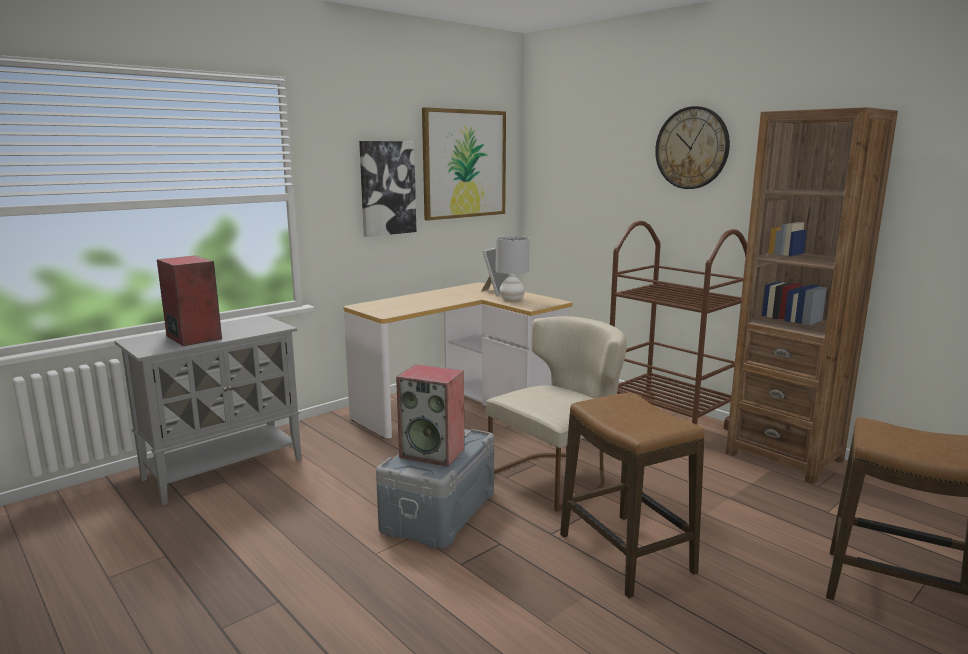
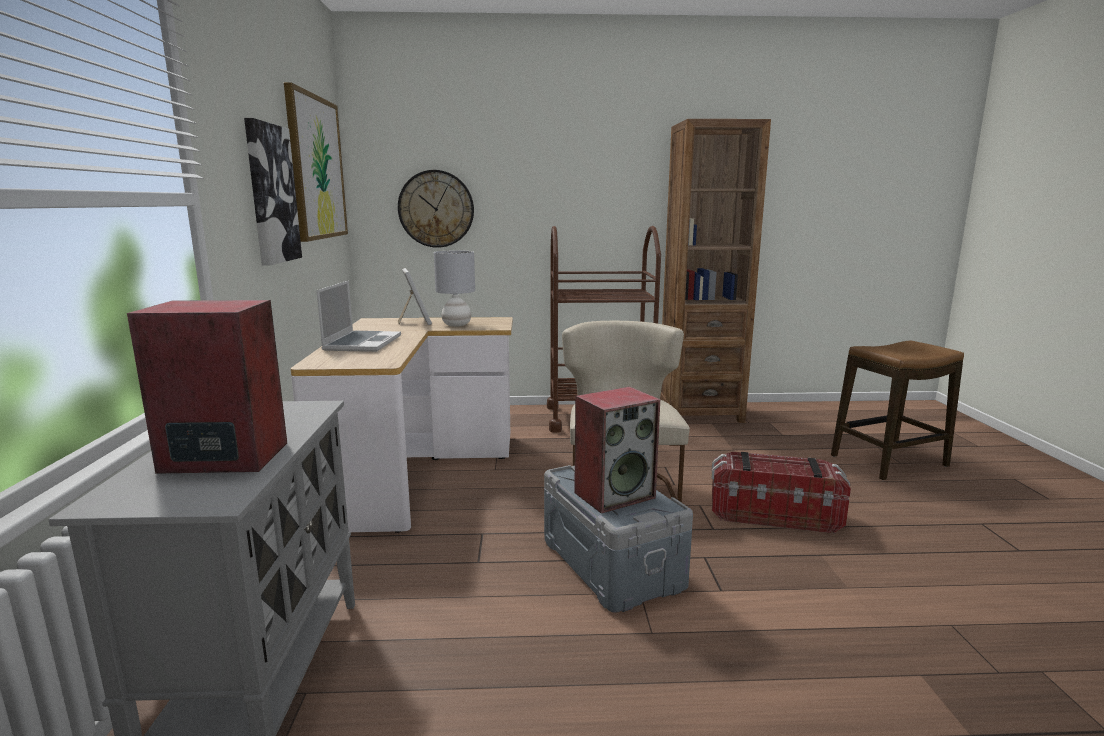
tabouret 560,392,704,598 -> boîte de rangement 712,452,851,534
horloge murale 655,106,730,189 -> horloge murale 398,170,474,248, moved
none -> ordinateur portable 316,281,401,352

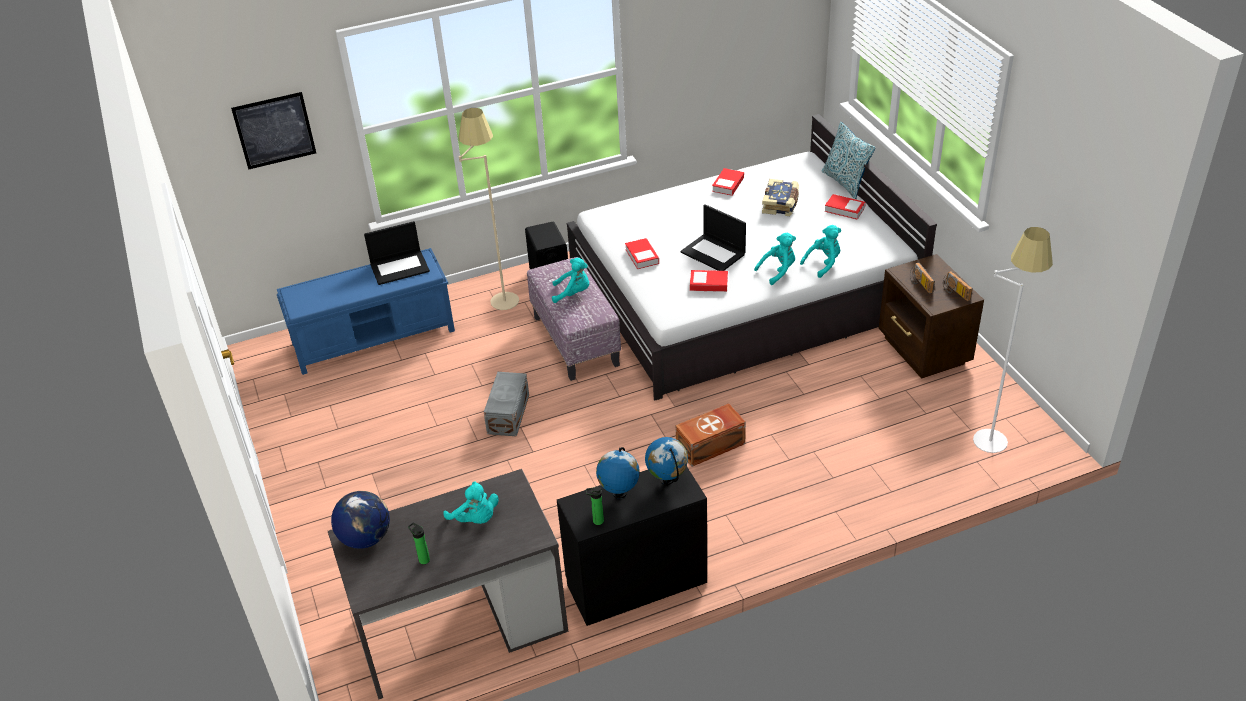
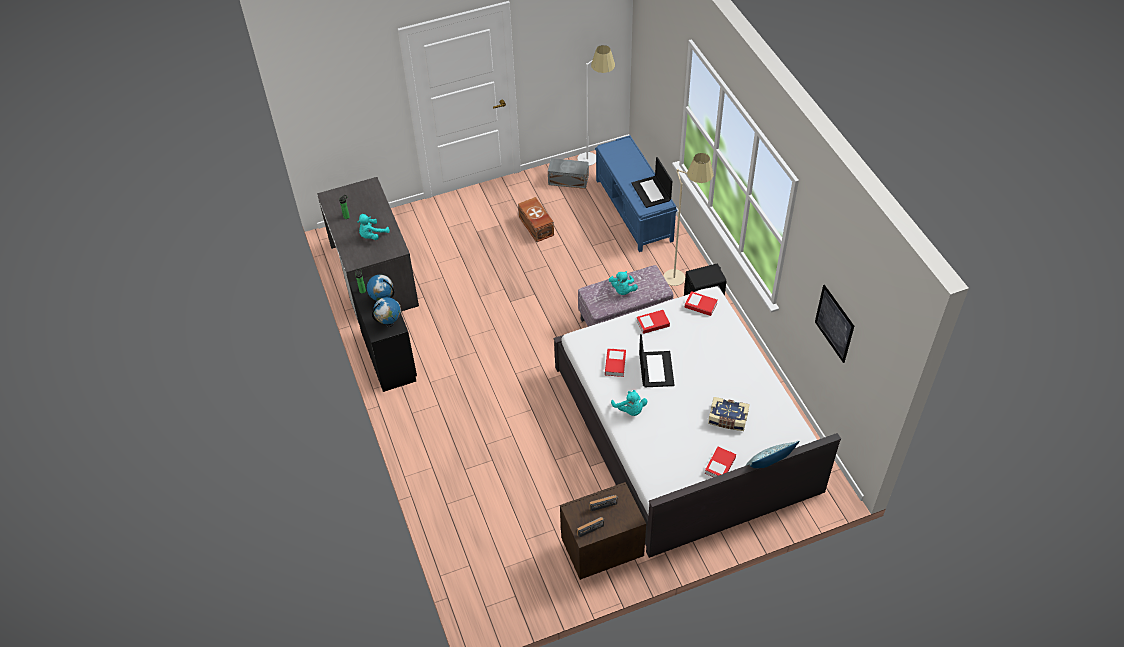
tableau 231,92,316,170 -> tableau 815,285,854,363, moved
globe 331,491,390,549 -> none
boîte de rangement [gris] 484,372,529,437 -> boîte de rangement [gris] 548,158,589,189, moved
boîte de rangement [marron] 676,403,746,467 -> boîte de rangement [marron] 518,197,554,242, moved
ordinateur portable 681,204,746,271 -> ordinateur portable 639,334,674,387, 135 degrees clockwise
livre 712,168,744,196 -> livre 685,291,717,316, moved
peluche [turquoise] 800,225,841,278 -> none
lampadaire [blanc] 973,227,1053,453 -> lampadaire [blanc] 577,45,615,166, moved

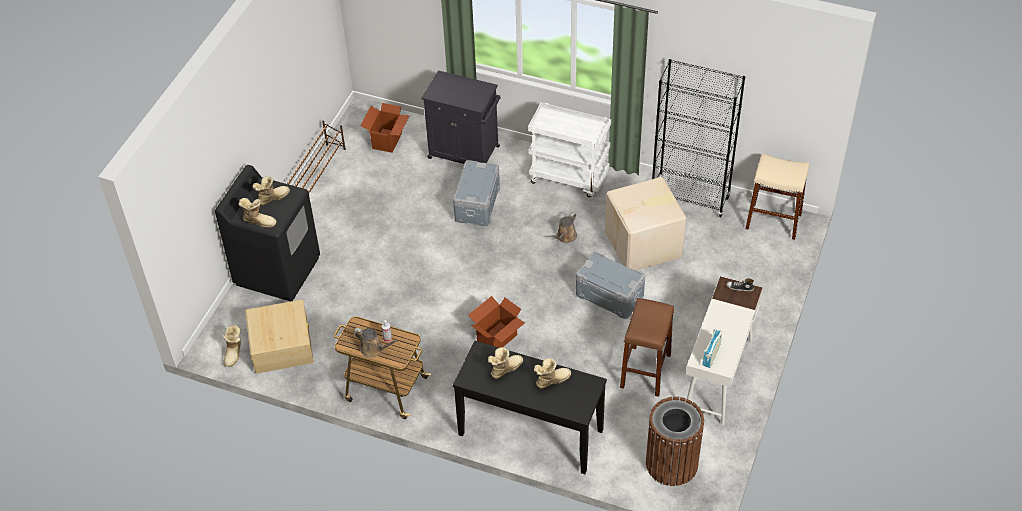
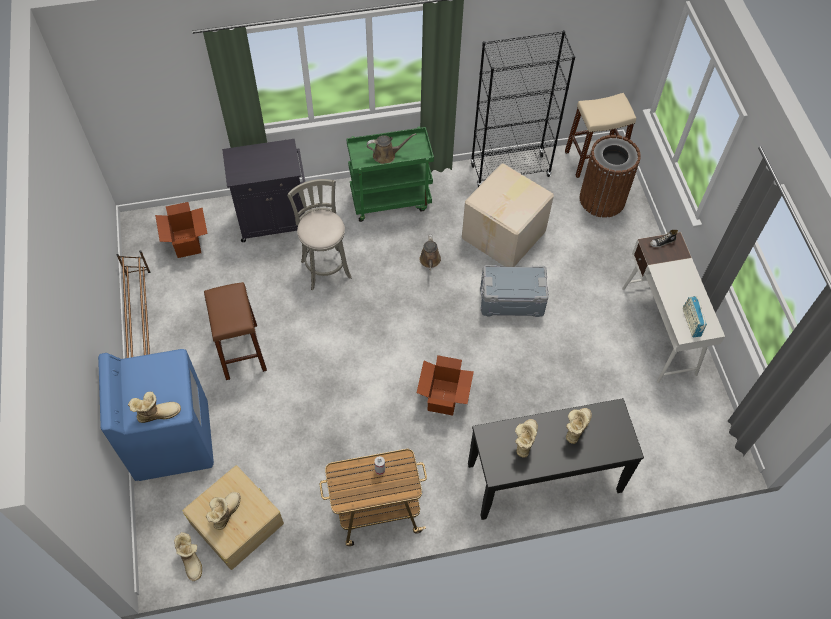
lave-linge [noir] 215,165,320,301 -> lave-linge [bleu] 98,349,214,481
botte 252,176,290,205 -> botte 206,492,241,530, moved
arrosoir [marron] 353,328,399,358 -> arrosoir [marron] 367,133,416,164, moved
boîte de rangement [gris] 453,160,500,226 -> tabouret [gris] 287,179,352,290
chariot [blanc] 528,102,611,198 -> chariot [vert] 346,127,434,222
tabouret [marron] 620,298,674,397 -> tabouret [marron] 204,282,267,380, moved
poubelle [marron] 646,397,704,486 -> poubelle [marron] 579,135,641,218, moved

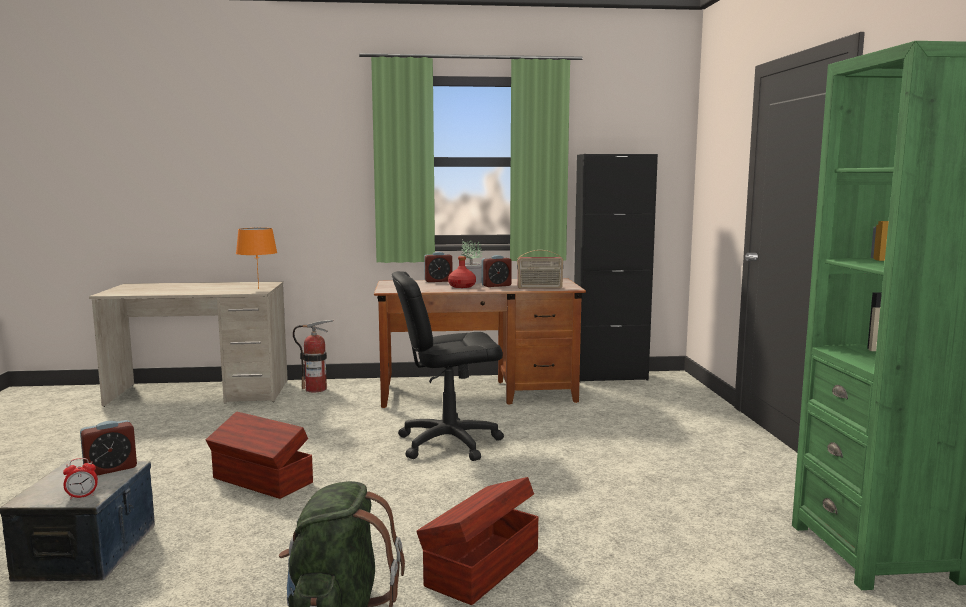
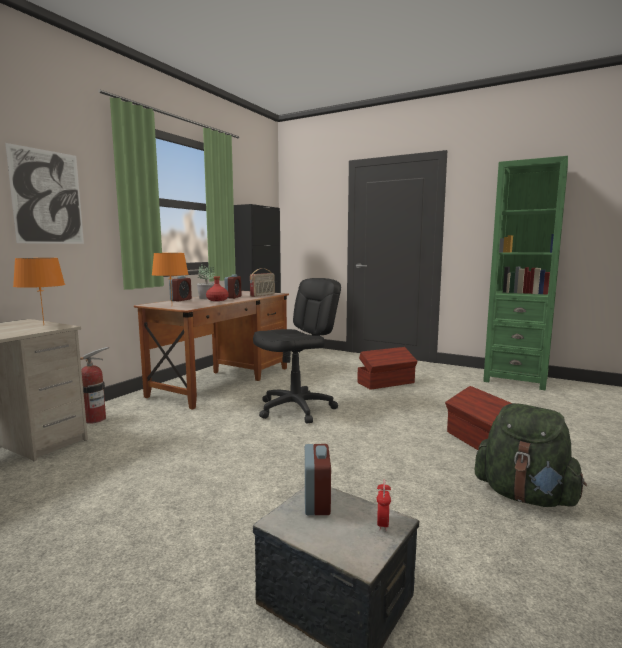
boîte de rangement [marron] 206,411,313,499 -> boîte de rangement [marron] 357,347,418,390, moved
chaise de bureau [noir] 392,271,504,461 -> chaise de bureau [noir] 253,278,341,424, 150 degrees counterclockwise
none -> tableau 5,143,84,244
none -> lampe de table [orange] 152,253,189,300

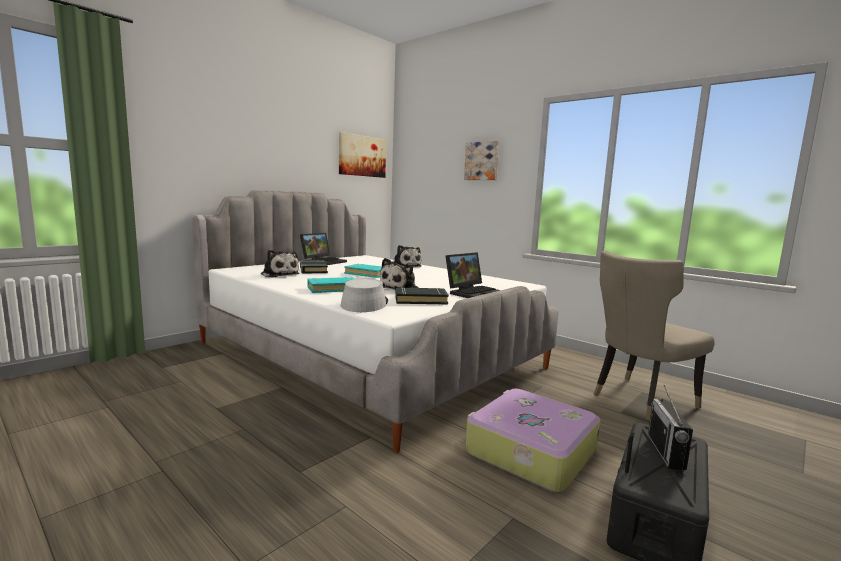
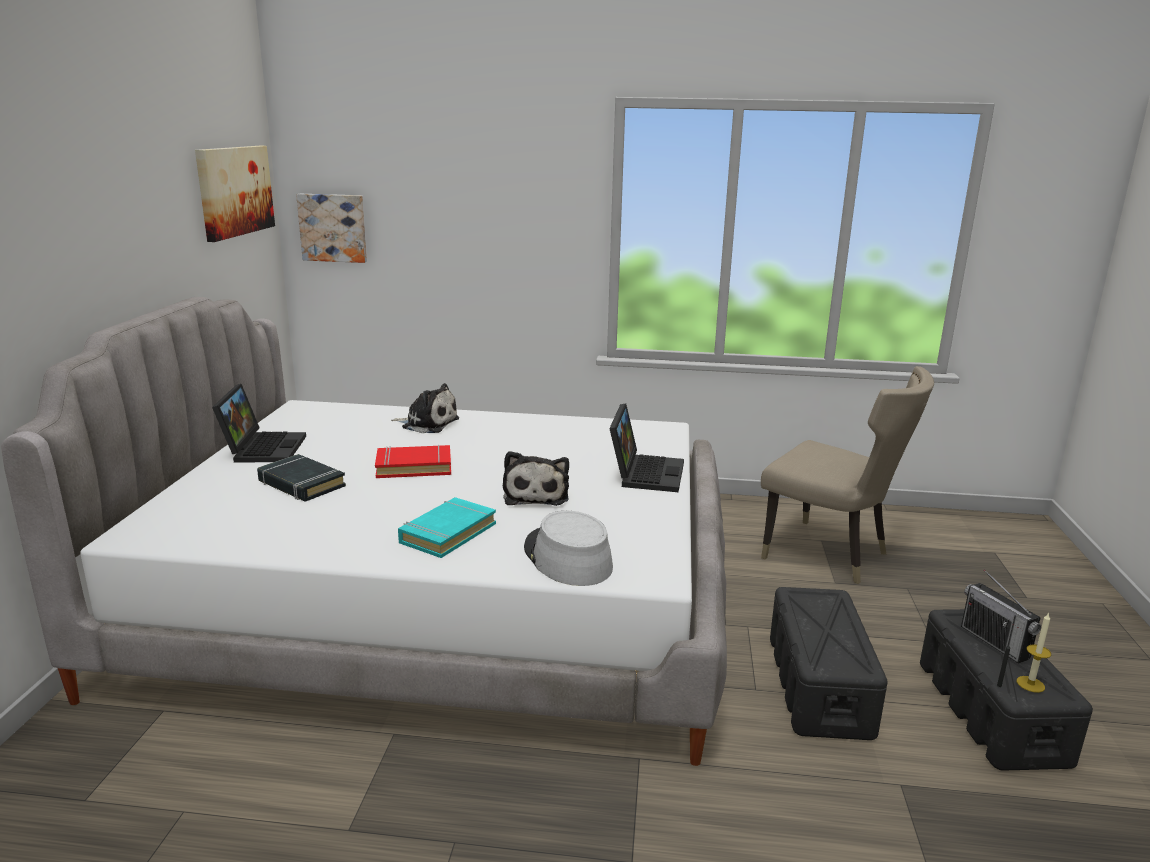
peluche 261,250,299,278 -> none
livre [turquoise] 344,264,382,278 -> livre [rouge] 375,444,451,478
livre [noir] 395,287,449,304 -> none
tableau 464,141,499,180 -> tableau 296,194,367,263, moved
valise 465,389,600,492 -> boîte de rangement [noir] 770,587,888,740
chaise [beige] 593,251,715,420 -> chaise [beige] 761,366,934,584, 75 degrees counterclockwise
none -> bougie 1017,612,1051,693

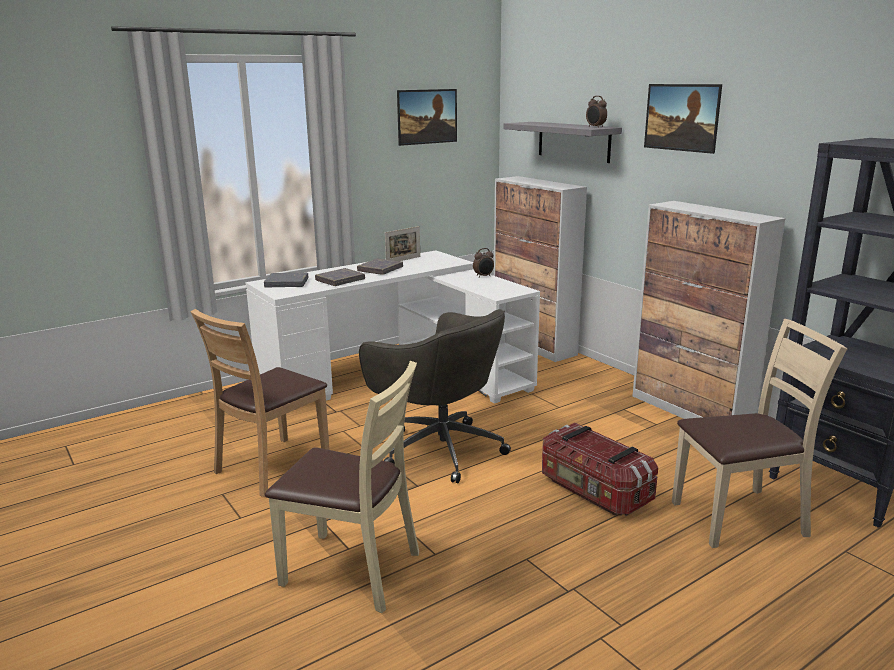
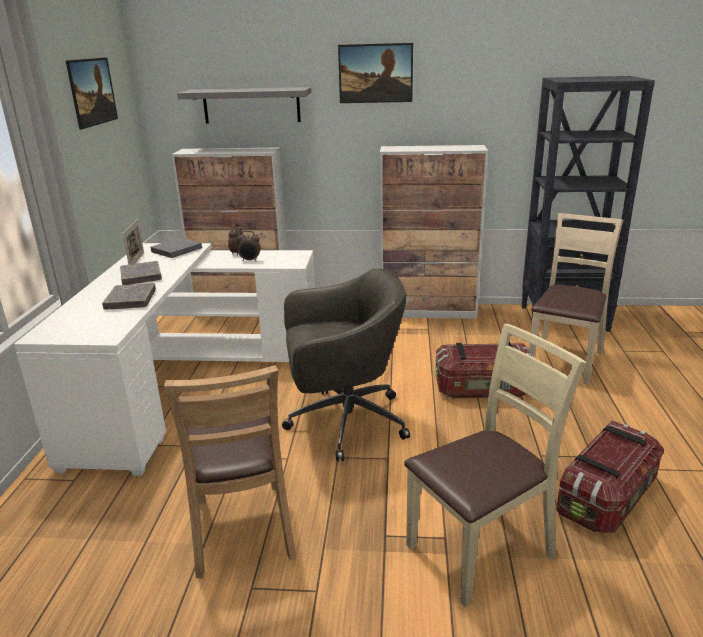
livre [gris] 264,273,309,287 -> livre [gris] 150,238,202,258, moved
réveil 586,96,607,128 -> réveil 238,231,261,261, moved
none -> boîte de rangement 556,421,664,533

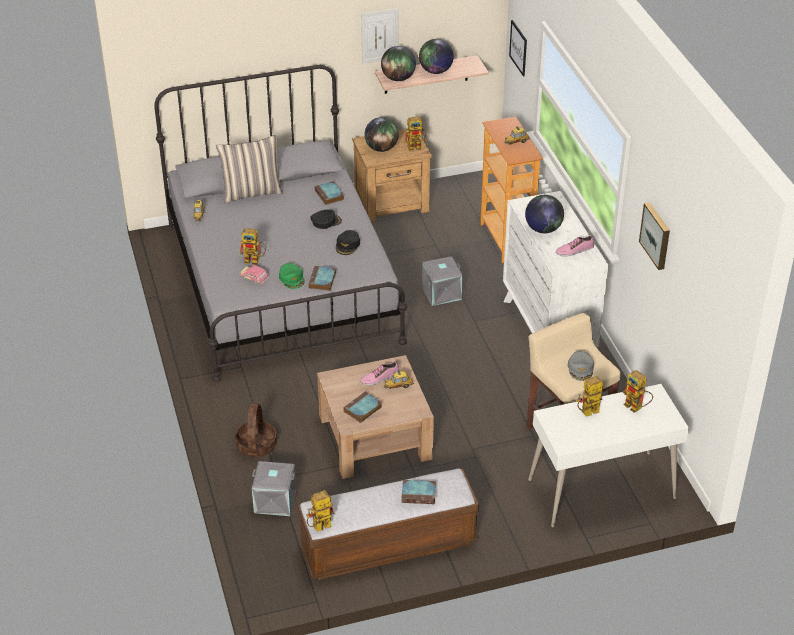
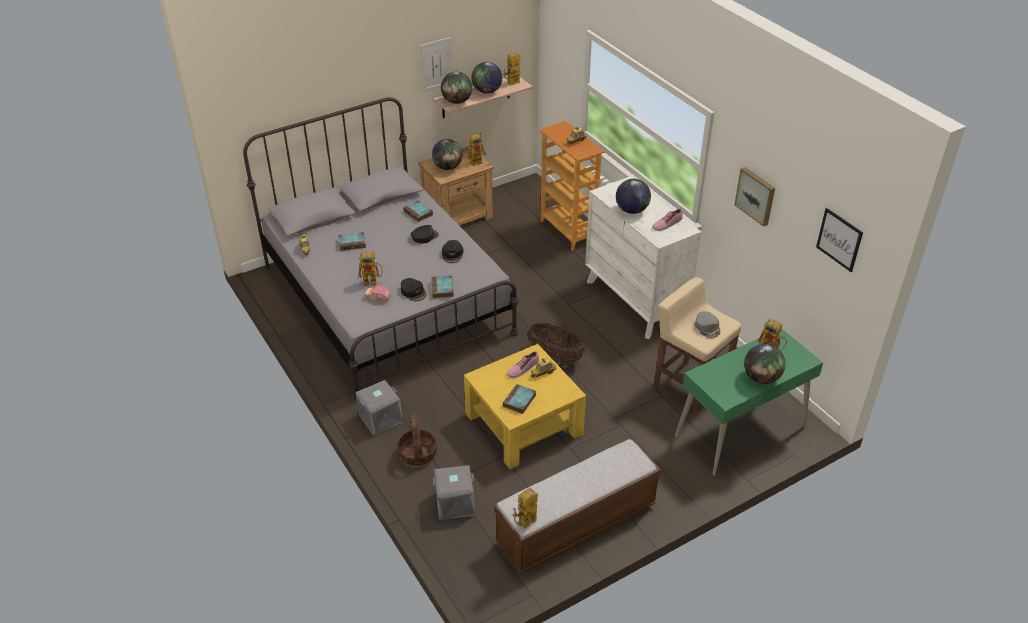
coussin 216,135,283,203 -> none
casquette [vert] 279,263,304,289 -> casquette [noir] 401,278,427,301
table basse [marron] 317,355,434,479 -> table basse [jaune] 464,344,586,469
livre 401,480,436,504 -> livre 338,232,366,251, moved
boîte de rangement [gris] 422,256,463,306 -> boîte de rangement [gris] 356,380,403,435, moved
tableau 509,20,527,76 -> tableau 816,208,863,272, moved
bureau [blanc] 528,384,689,527 -> bureau [vert] 675,329,823,476
robot jouet 577,376,603,417 -> robot jouet 503,52,520,85, moved
none -> panier 527,323,585,364
none -> globe 744,344,786,384

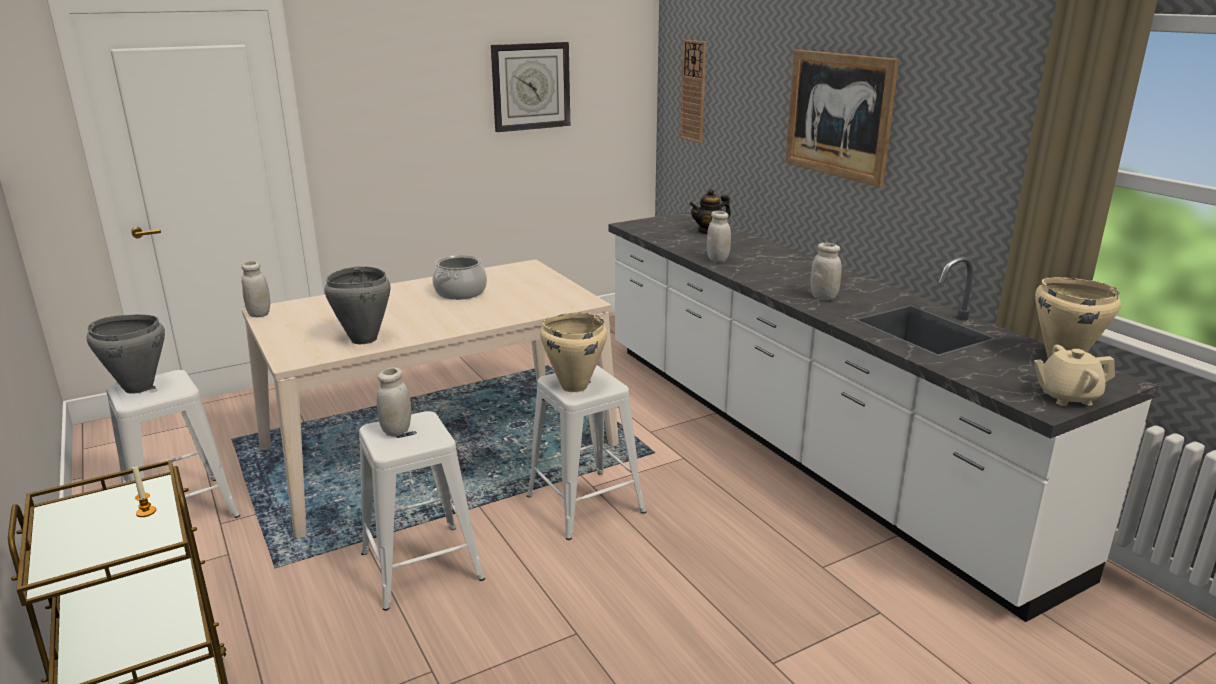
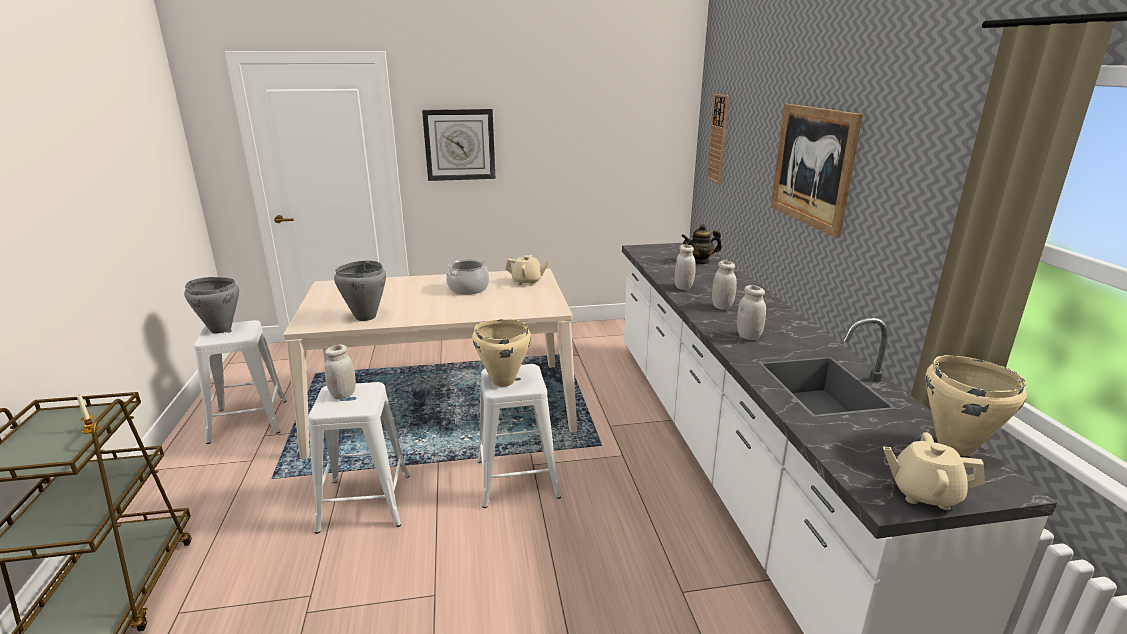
bocal [blanc] 241,261,270,317 -> bocal [blanc] 712,261,737,310, moved
horloge murale 491,42,570,132 -> horloge murale 422,109,496,181, moved
none -> théière [beige] 506,255,549,286

